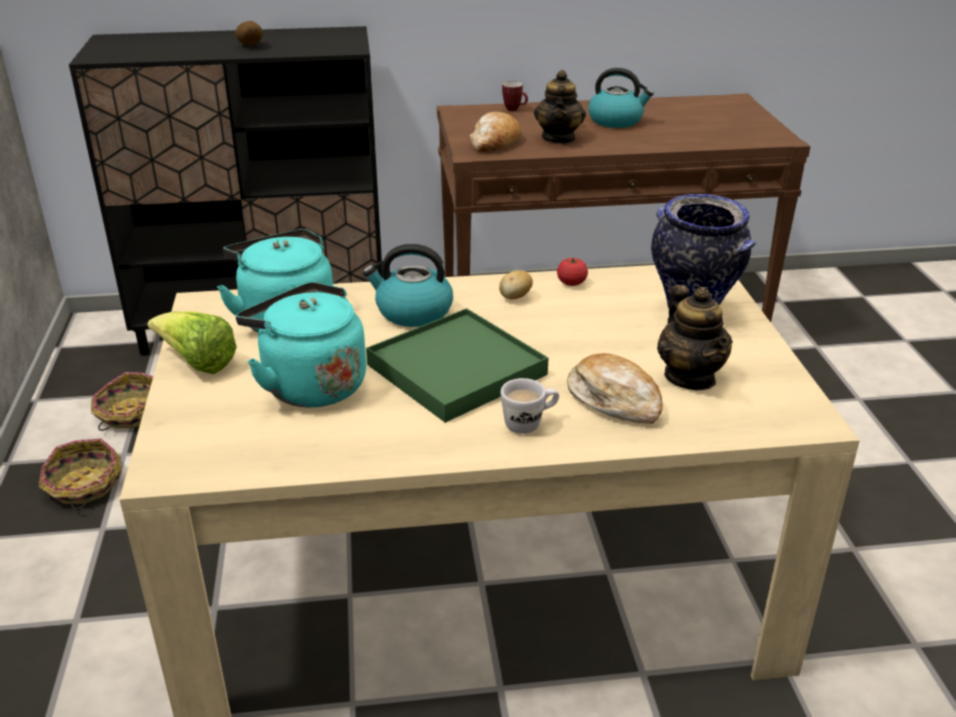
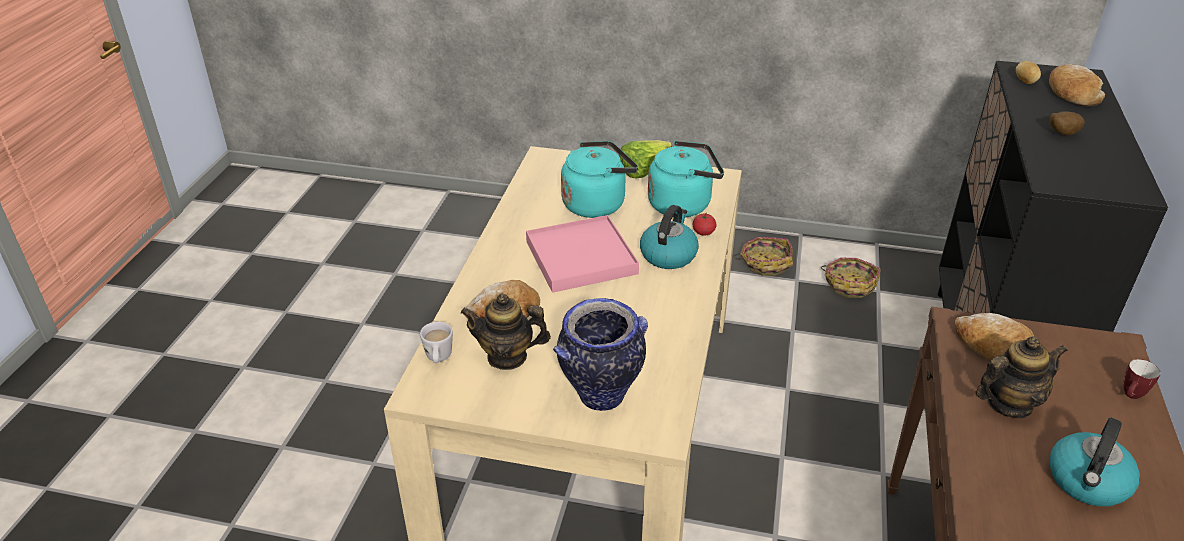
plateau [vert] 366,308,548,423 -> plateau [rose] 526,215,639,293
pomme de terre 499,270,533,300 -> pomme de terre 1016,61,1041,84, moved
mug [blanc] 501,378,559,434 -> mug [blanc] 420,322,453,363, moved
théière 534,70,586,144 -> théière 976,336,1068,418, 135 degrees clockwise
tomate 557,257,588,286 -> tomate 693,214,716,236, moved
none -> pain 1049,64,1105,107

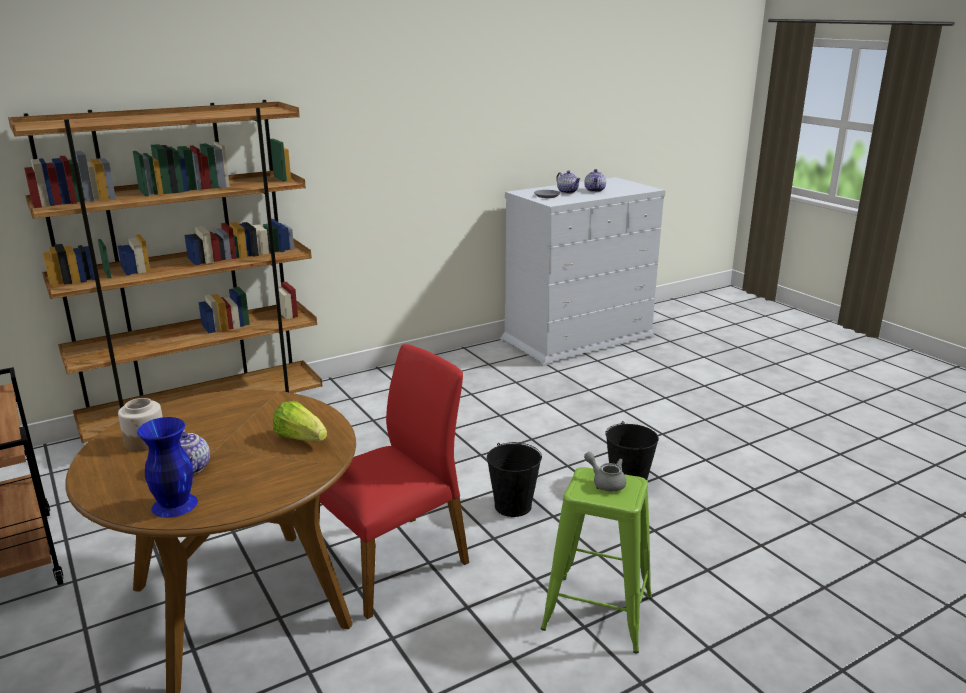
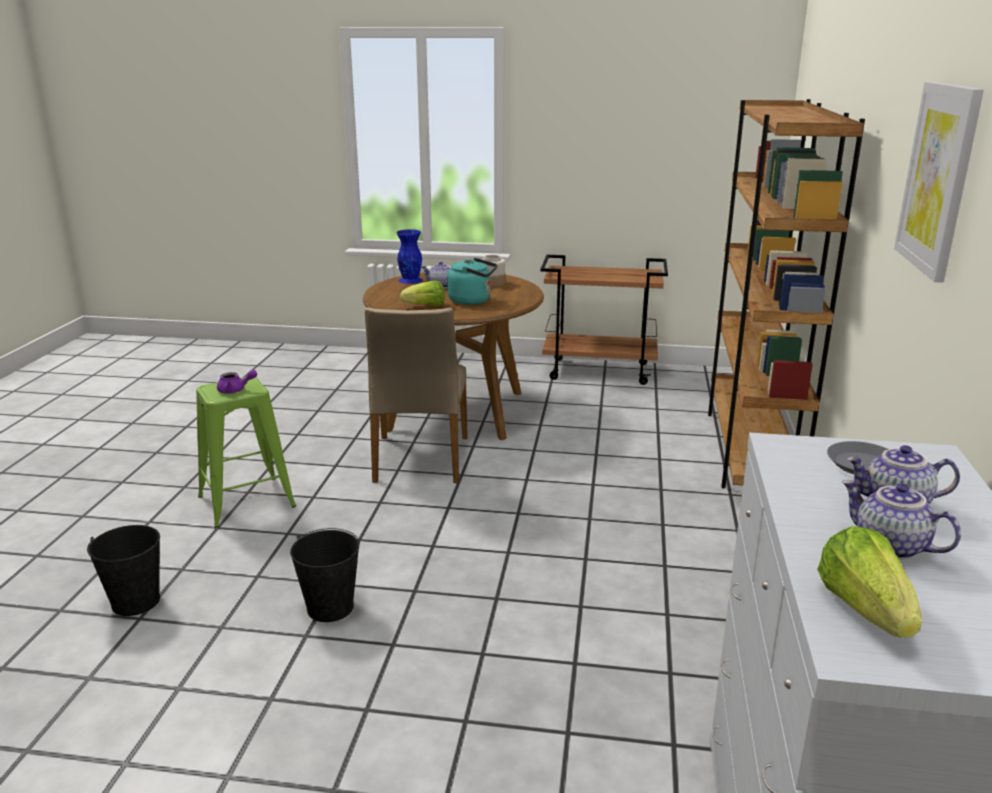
chaise [rouge] 309,344,469,619 -> chaise [beige] 365,308,468,483
seau [noir] 487,442,542,517 -> seau [noir] 87,525,160,616, moved
théière [gris] 584,452,626,492 -> théière [violet] 217,370,257,393
none -> bouilloire [turquoise] 447,258,497,305
none -> laitue 817,526,922,638
none -> tableau 894,82,984,283

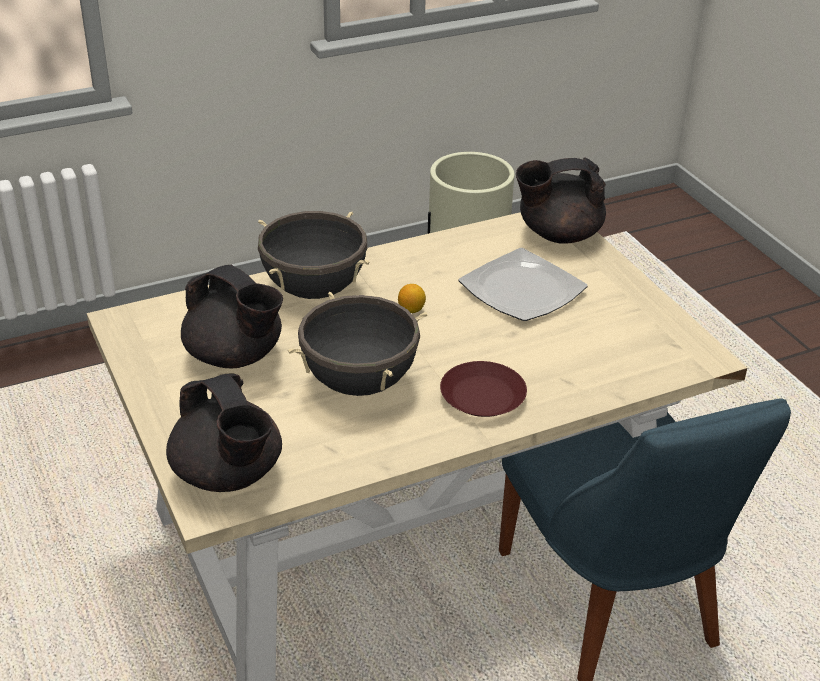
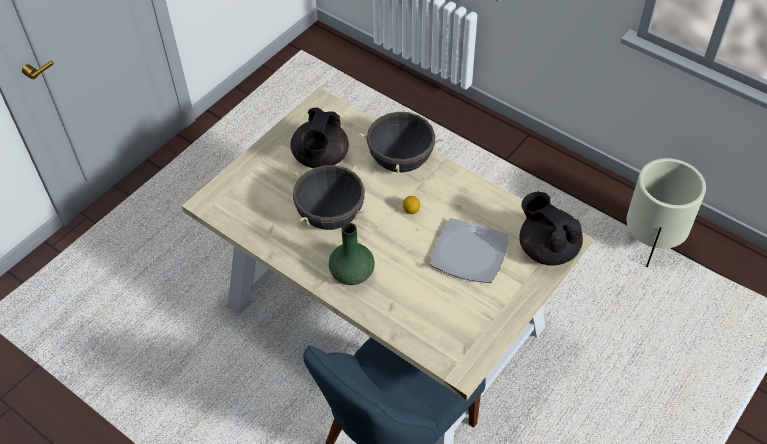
théière [noir] 166,373,282,492 -> none
assiette [marron] 440,361,527,417 -> vase [vert] 329,223,375,285

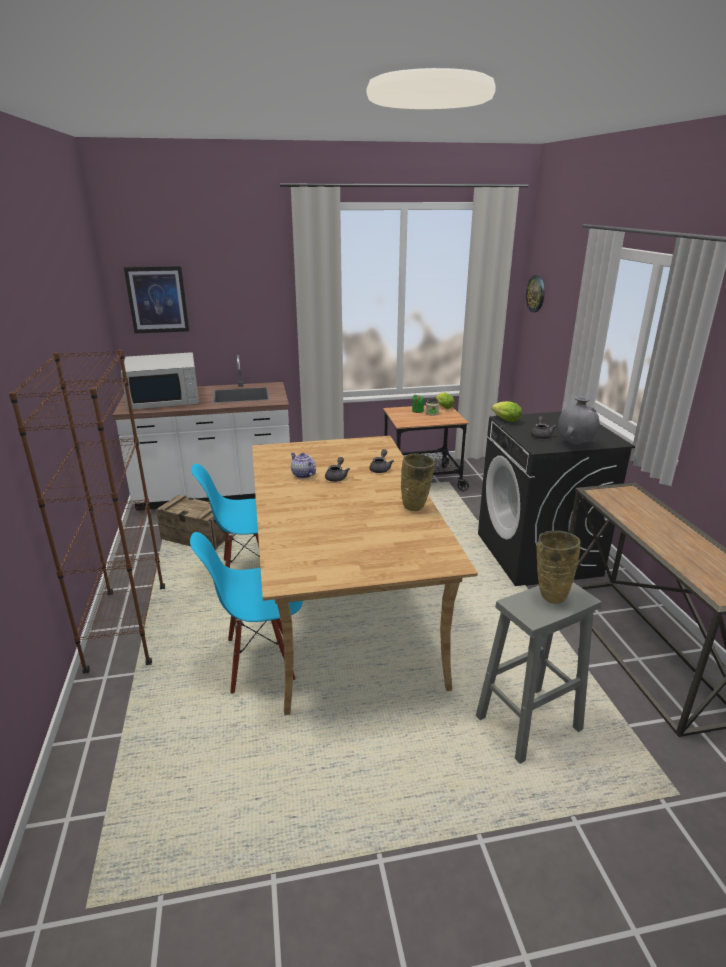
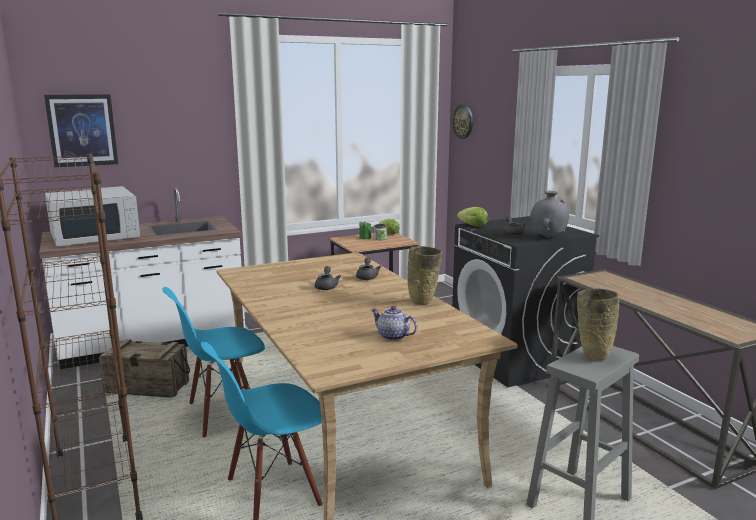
théière 291,452,316,479 -> théière 371,306,417,341, moved

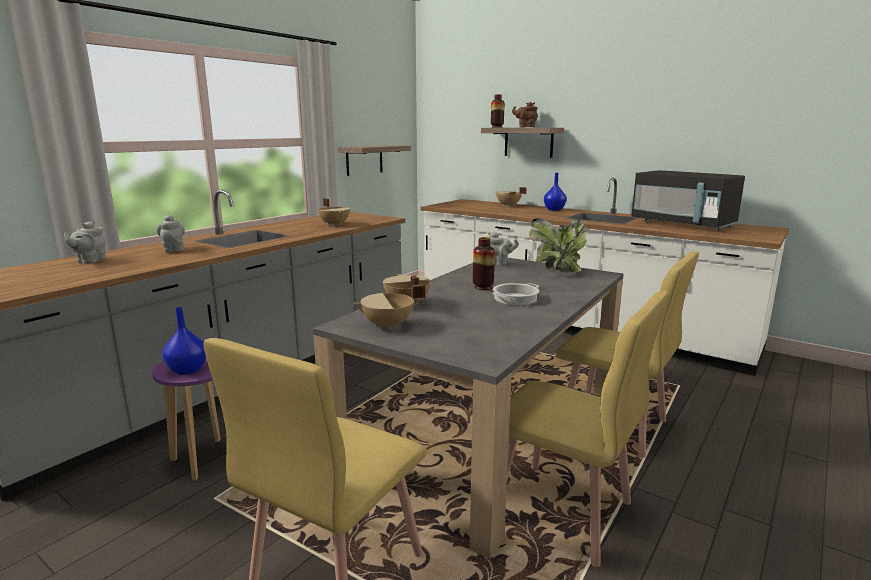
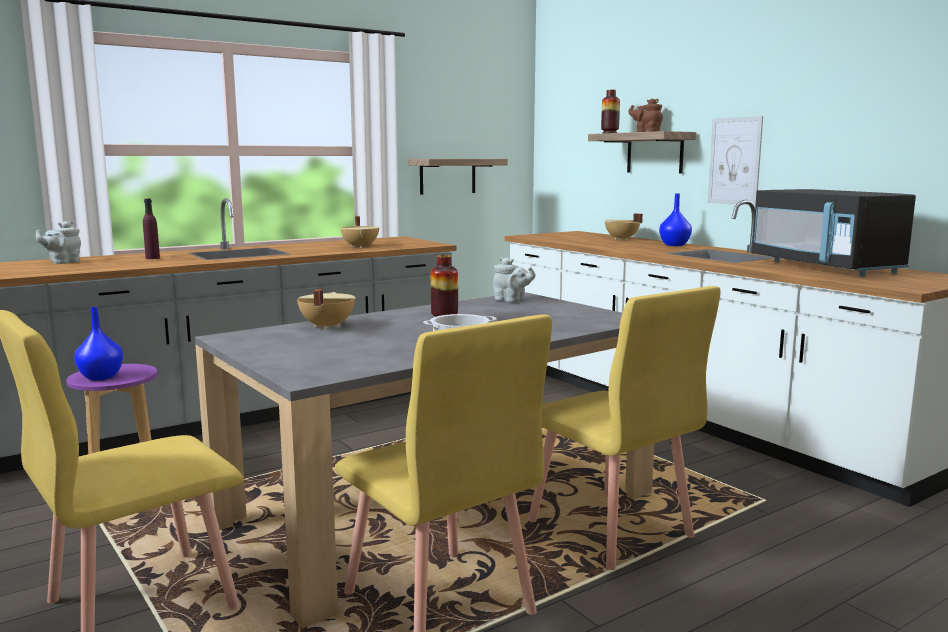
théière [gris] 157,215,185,252 -> bouteille [violet] 143,199,160,259
marmite [beige] 353,284,425,330 -> none
plante en pot 529,218,587,273 -> none
none -> tableau 708,116,763,206

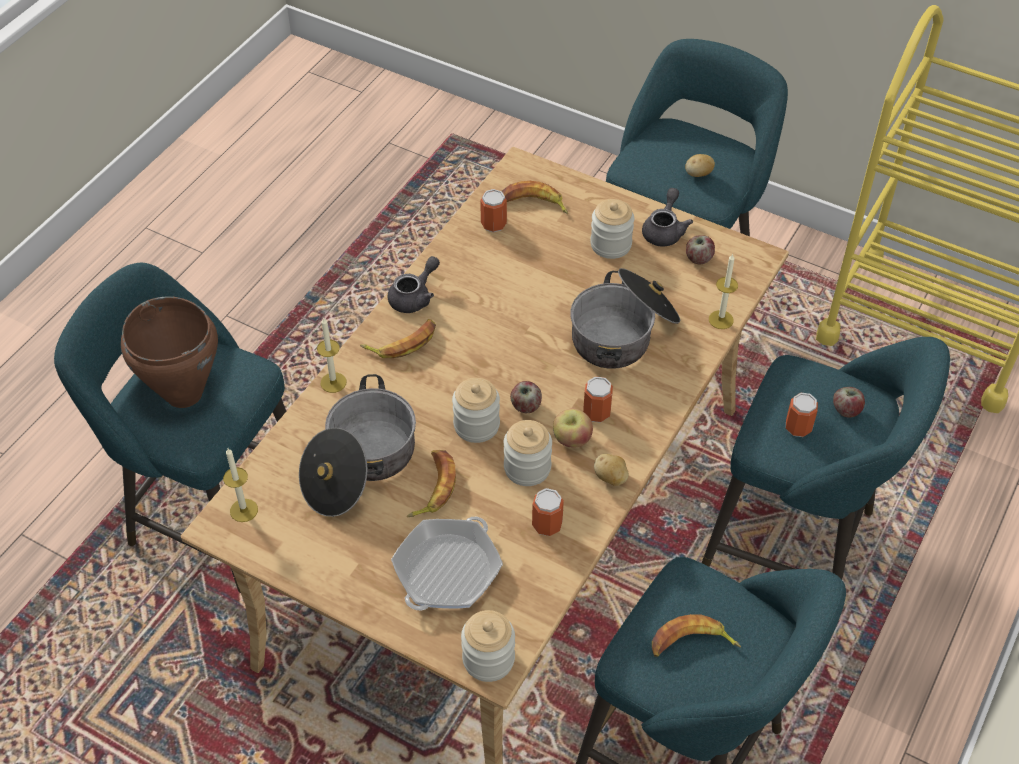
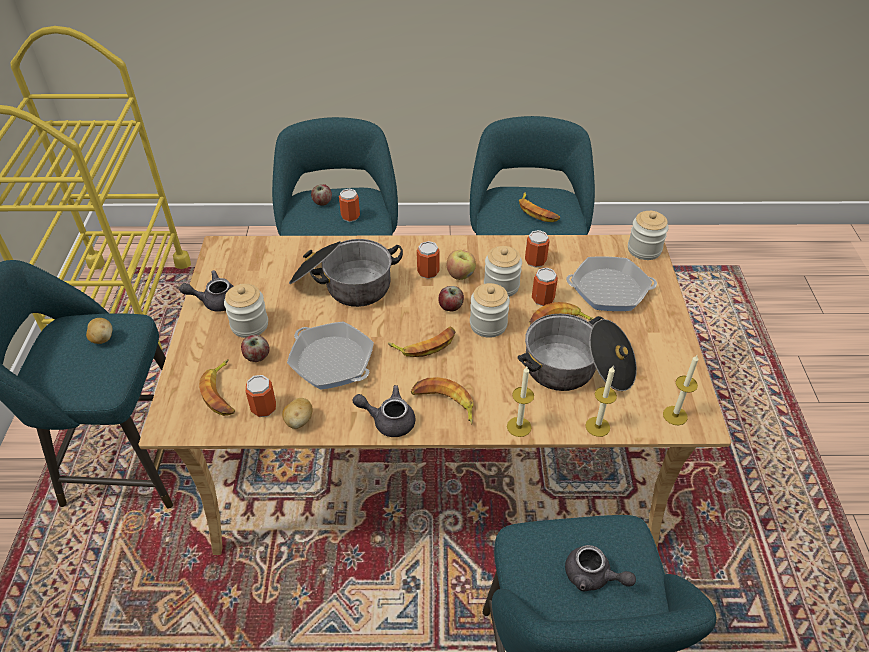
marmite [marron] 121,296,218,408 -> théière [gris] 565,545,636,592
pomme de terre 594,454,629,486 -> pomme de terre 282,398,313,429, moved
pomme 686,235,715,265 -> pomme 241,335,270,362, moved
bougie 709,253,738,329 -> bougie 585,366,617,437, moved
none -> poêle 287,322,374,390
none -> banane 388,326,455,357
none -> boîte métallique 532,267,558,306

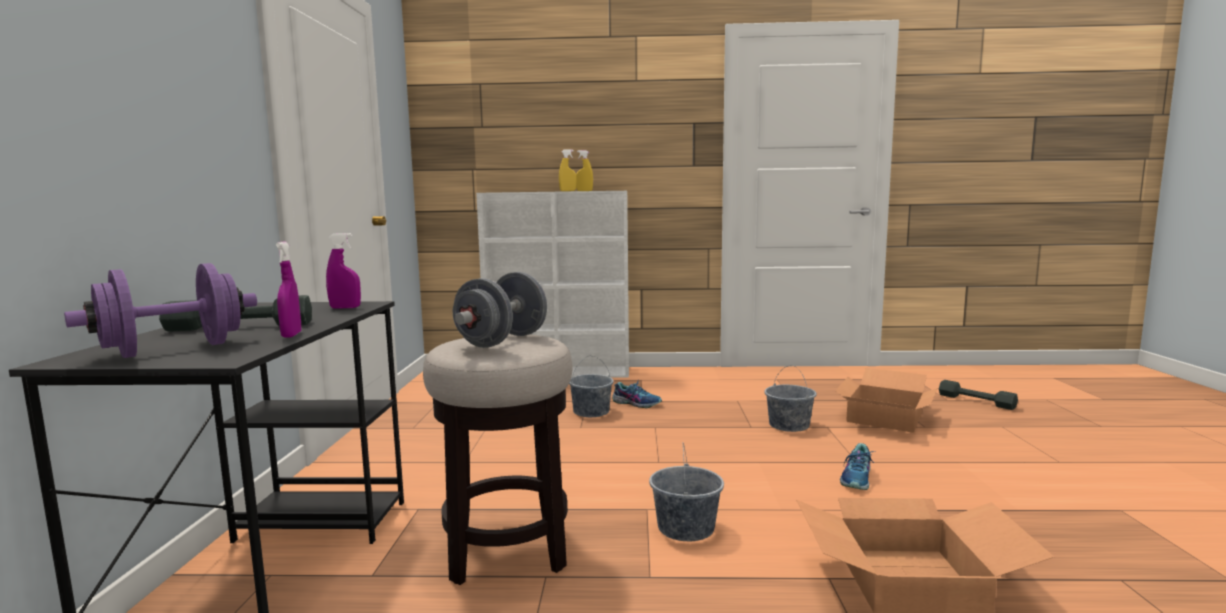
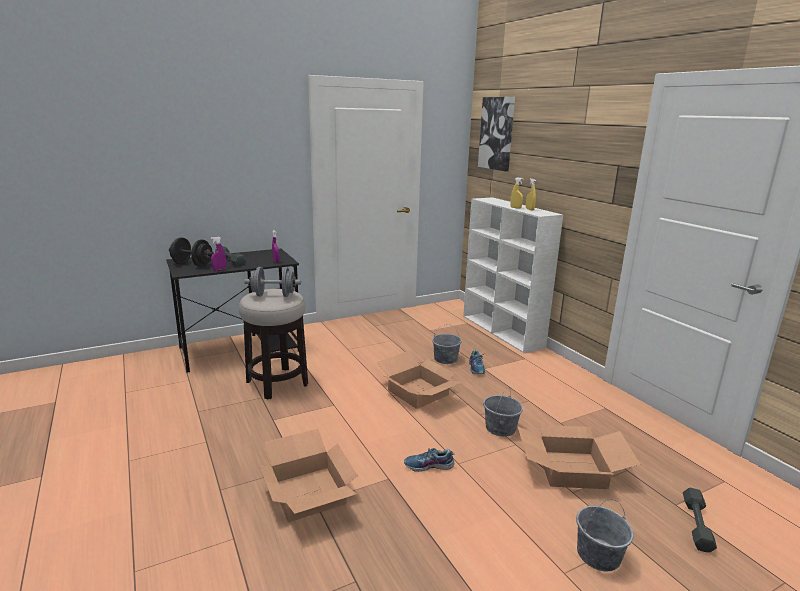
haltère [violet] 64,263,257,358 -> haltère [noir] 169,237,214,267
seau [gris] 649,443,724,541 -> seau [gris] 576,499,634,571, moved
none -> carton 377,351,465,409
none -> tableau 478,97,515,171

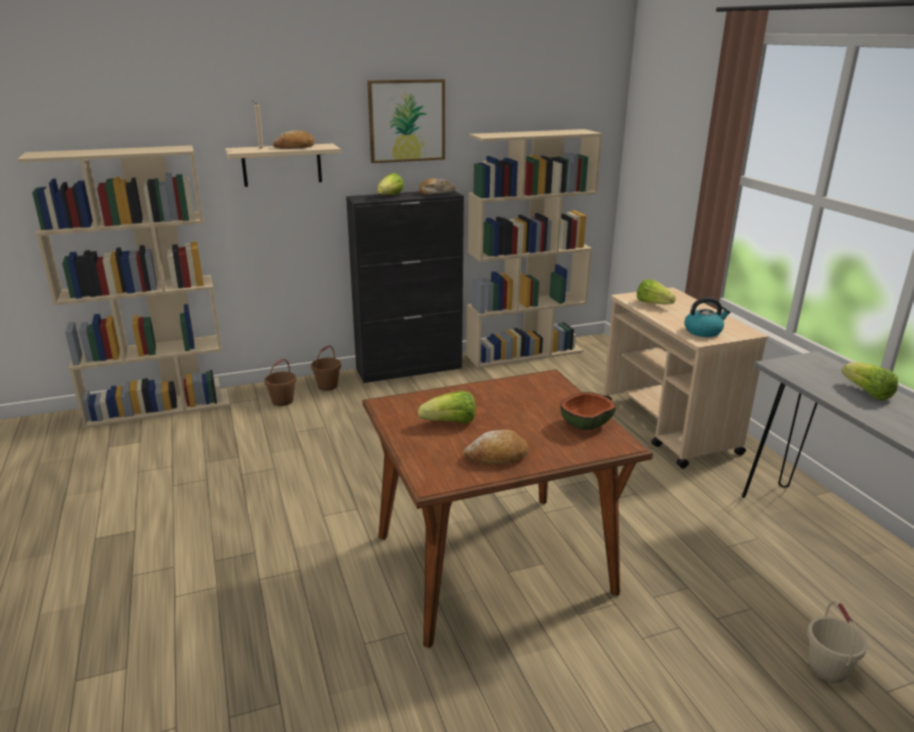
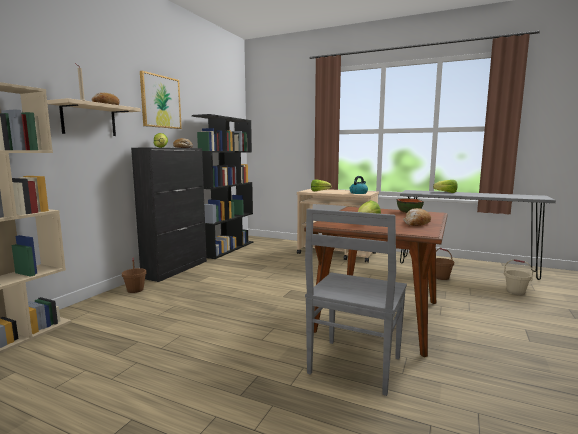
seau [marron] 265,359,296,406 -> seau [marron] 436,248,454,280, moved
bibliothèque [beige] 466,129,602,368 -> bibliothèque [noir] 192,114,253,259
none -> chaise [gris] 305,209,407,396

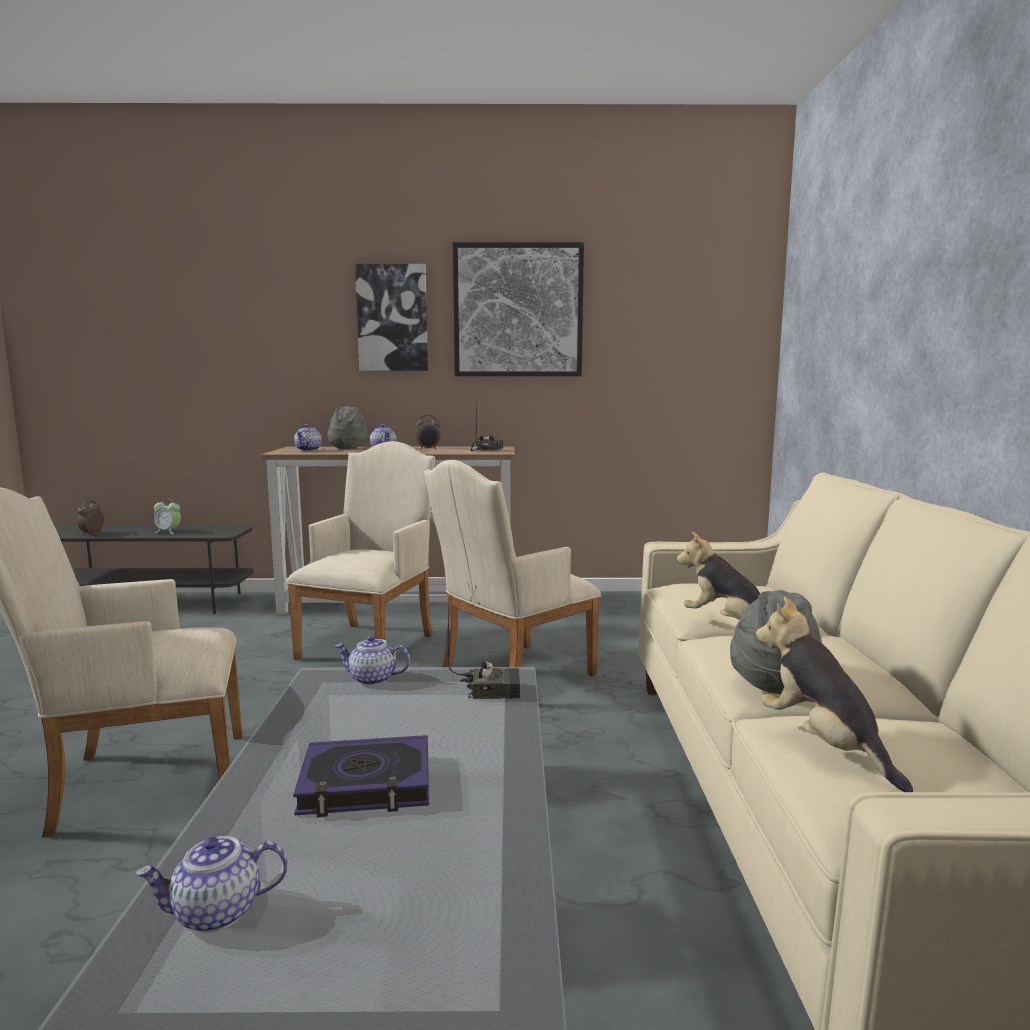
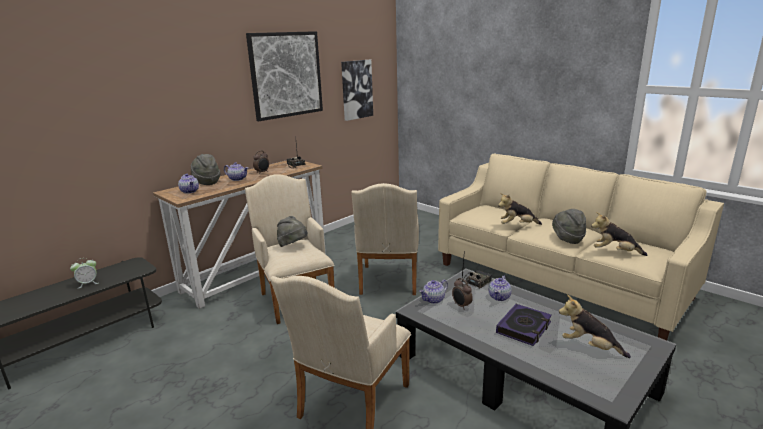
réveil 77,500,104,536 -> réveil 452,278,473,310, moved
théière 135,836,288,933 -> théière 488,275,512,301, moved
tableau 355,264,428,371 -> tableau 341,60,373,121, moved
none -> chapeau [gris] 277,216,308,247
none -> peluche 559,295,631,358

